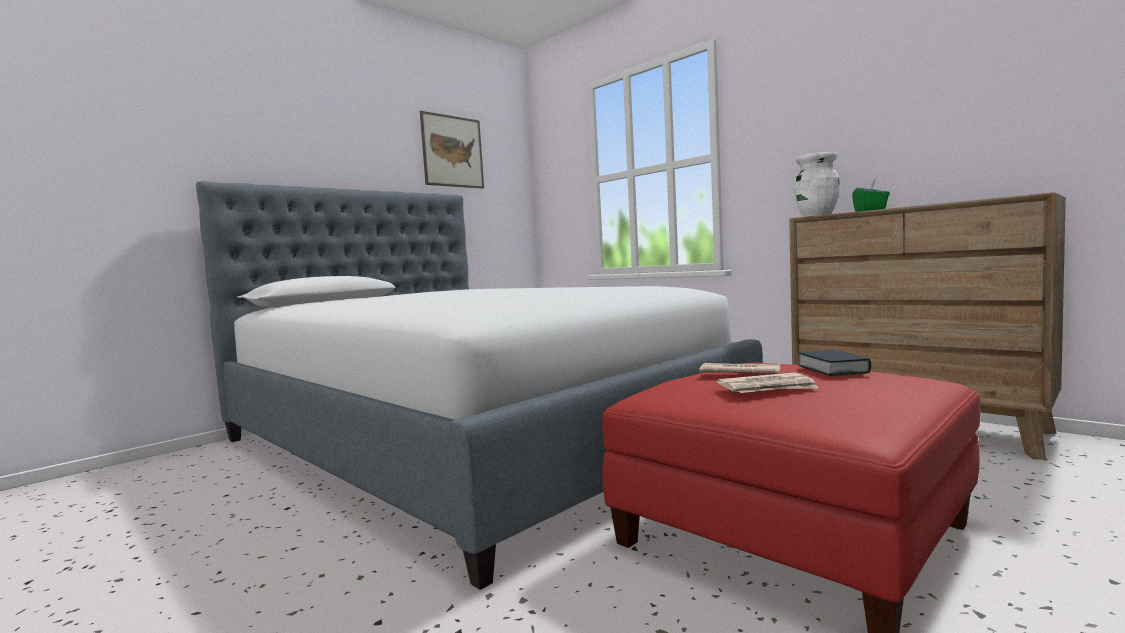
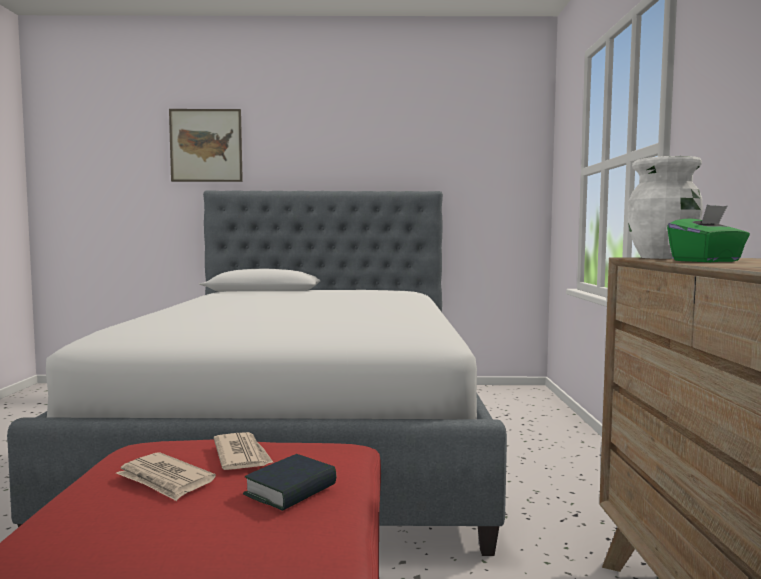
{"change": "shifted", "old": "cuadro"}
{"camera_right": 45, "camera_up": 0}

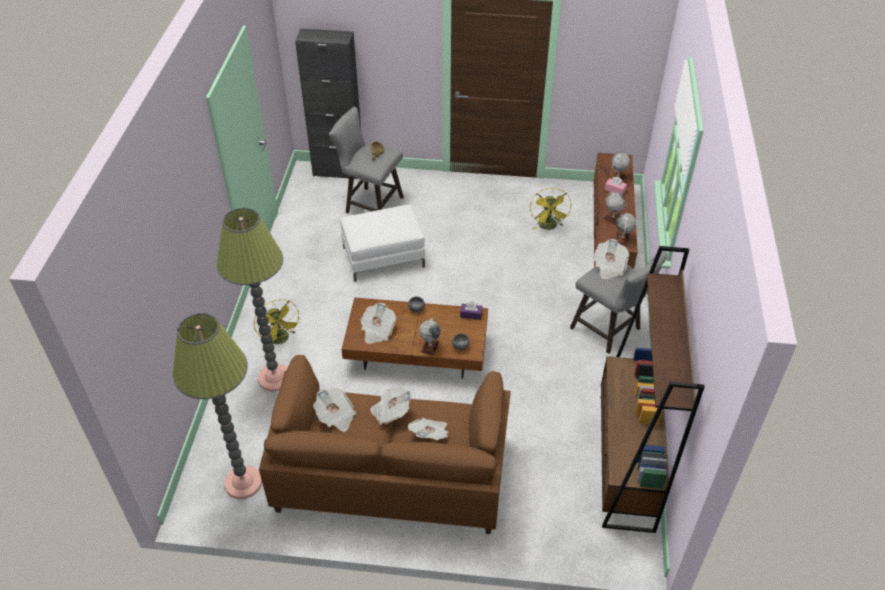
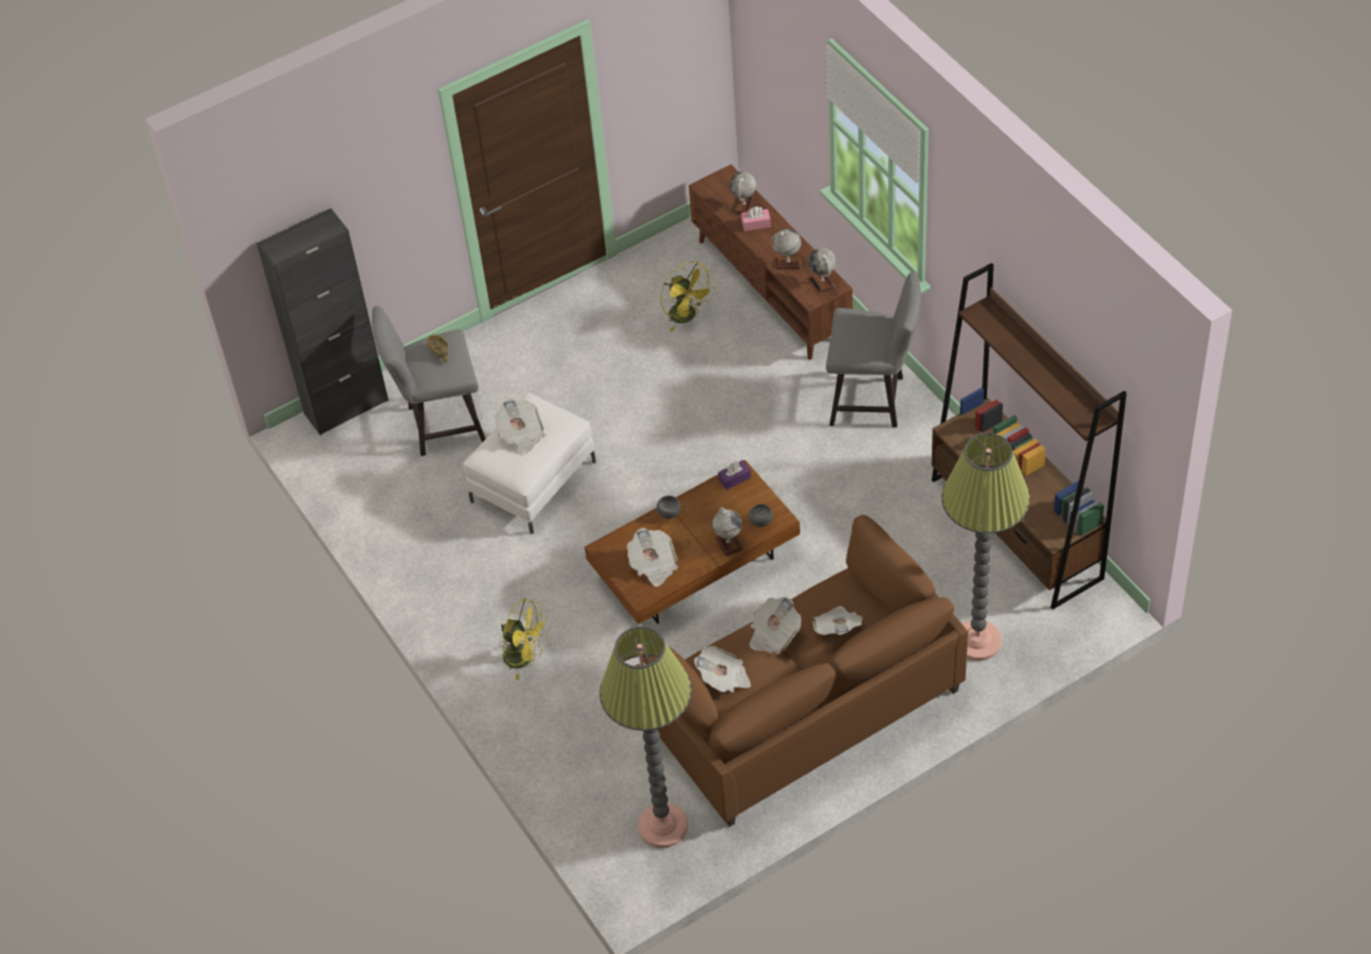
{"change": "shifted", "old": "lámpara de pie (no. 2 from left)"}
{"change": "shifted", "old": "periódico (no. 5 from left in the first image)", "new": "periódico (no. 1 from left)"}
{"camera_right": -35, "camera_up": 5}

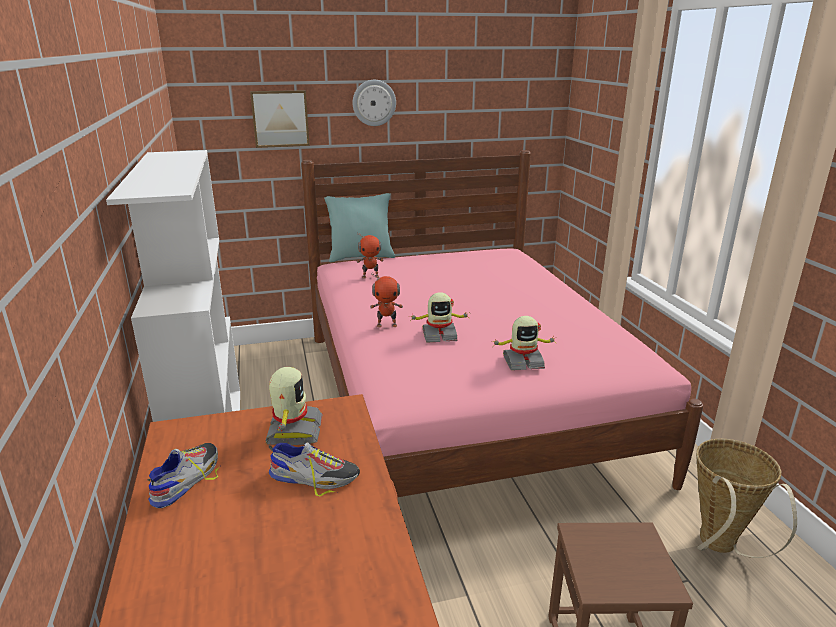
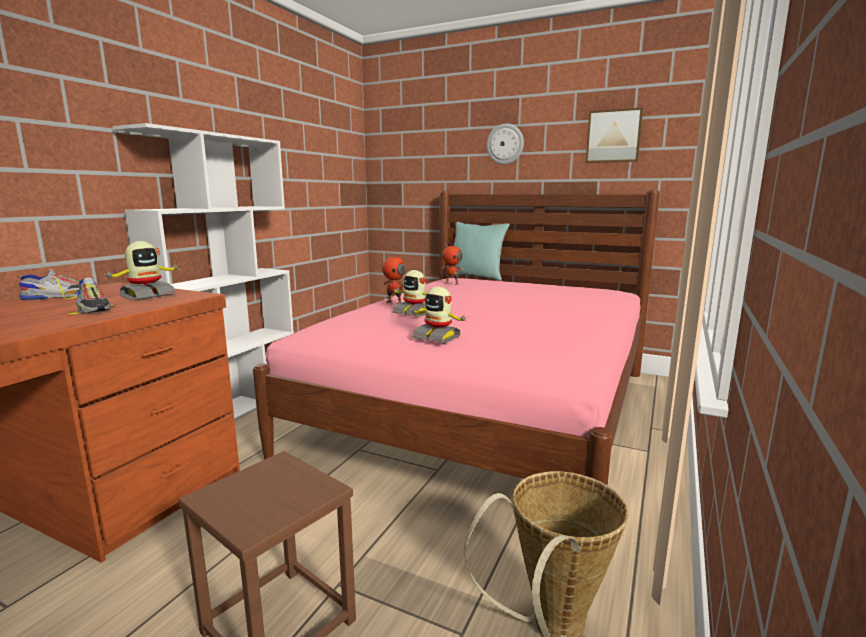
{"change": "shifted", "old": "cuadro"}
{"camera_right": 40, "camera_up": -10}

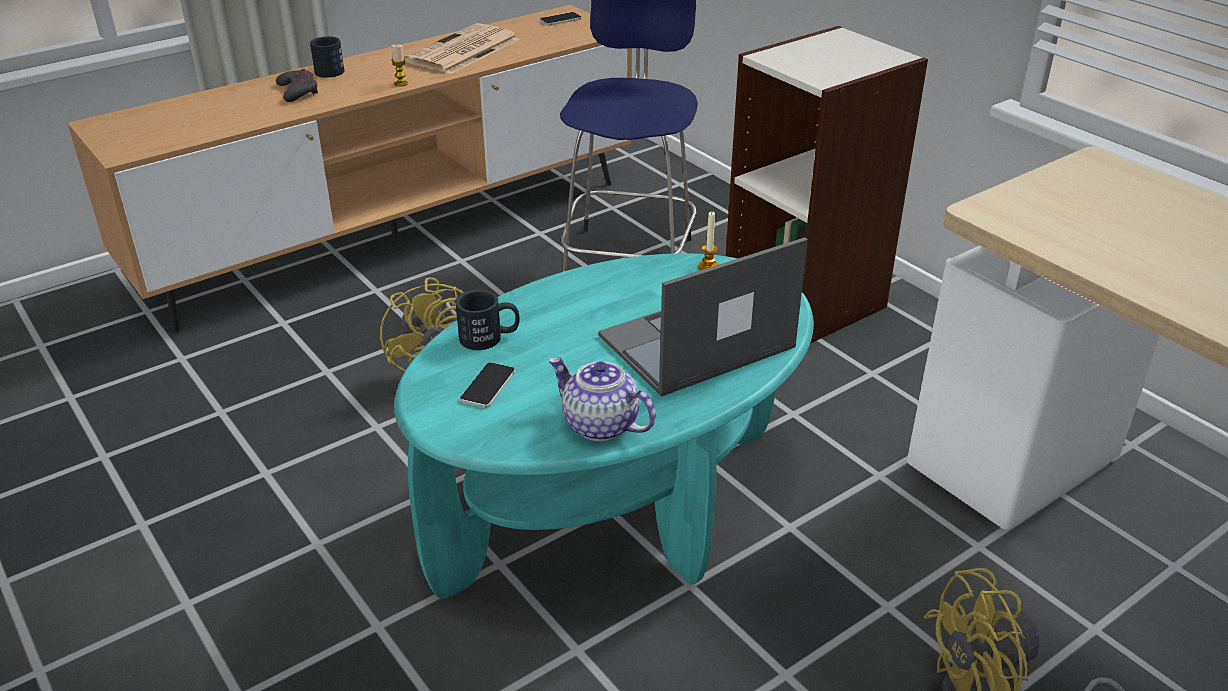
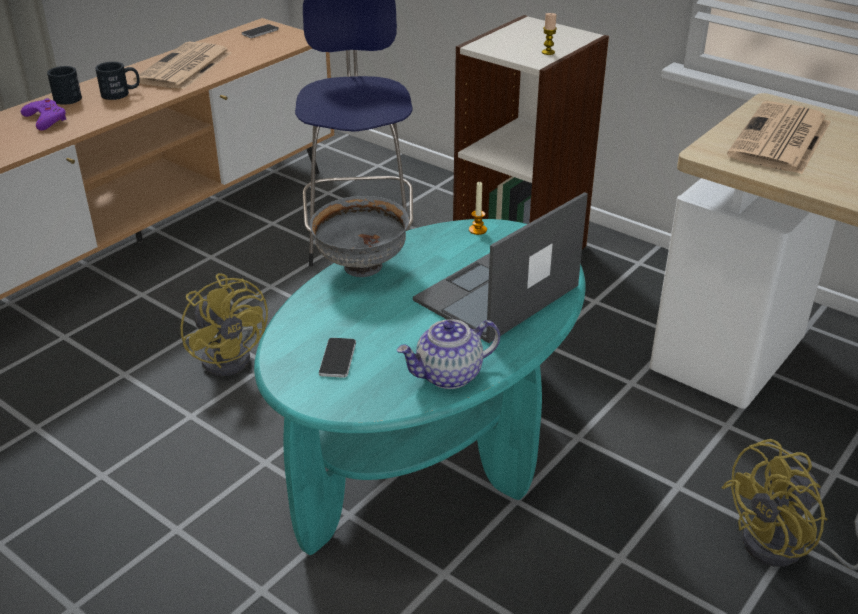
{"change": "repainted", "old": "mando de consola (gris)", "new": "mando de consola (morado)"}
{"change": "shifted", "old": "vela (no. 1 from left in the first image)", "new": "vela (no. 2 from left)"}
{"change": "shifted", "old": "taza grande (negro) (no. 2 from left)"}
{"change": "rotated", "old": "tetera", "degrees": -45}
{"change": "new", "new": "cuenco (gris)"}
{"change": "new", "new": "periódico (no. 2 from left)"}
{"camera_right": -15, "camera_up": 0}

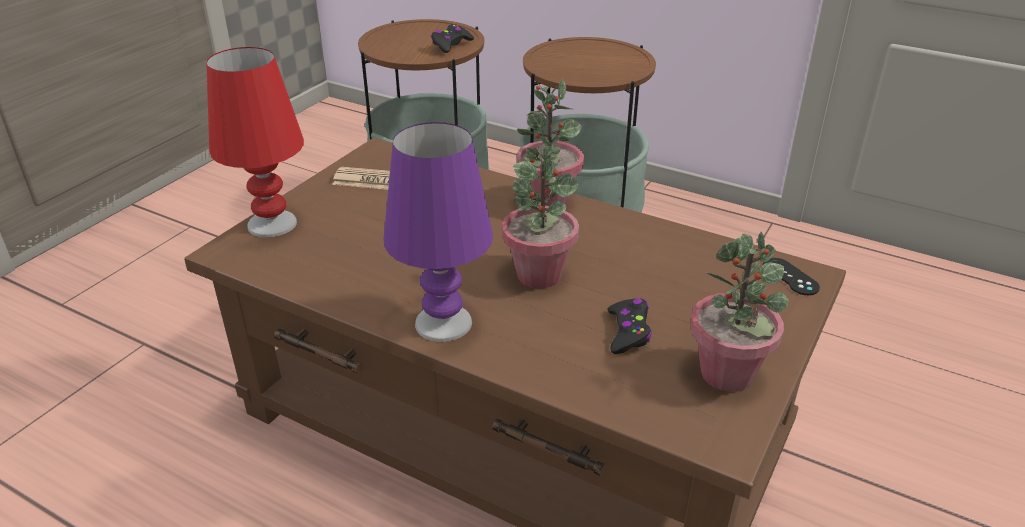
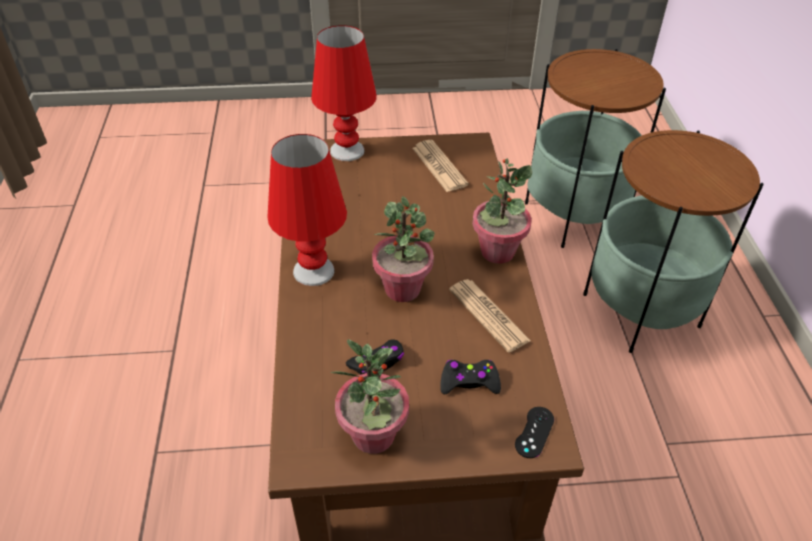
{"change": "repainted", "old": "lámpara de mesa (morado)", "new": "lámpara de mesa (rojo) (no. 1 from left)"}
{"change": "shifted", "old": "mando de consola (negro) (no. 1 from left in the first image)", "new": "mando de consola (negro) (no. 2 from left)"}
{"change": "new", "new": "periódico (no. 2 from left)"}
{"camera_right": 55, "camera_up": 10}

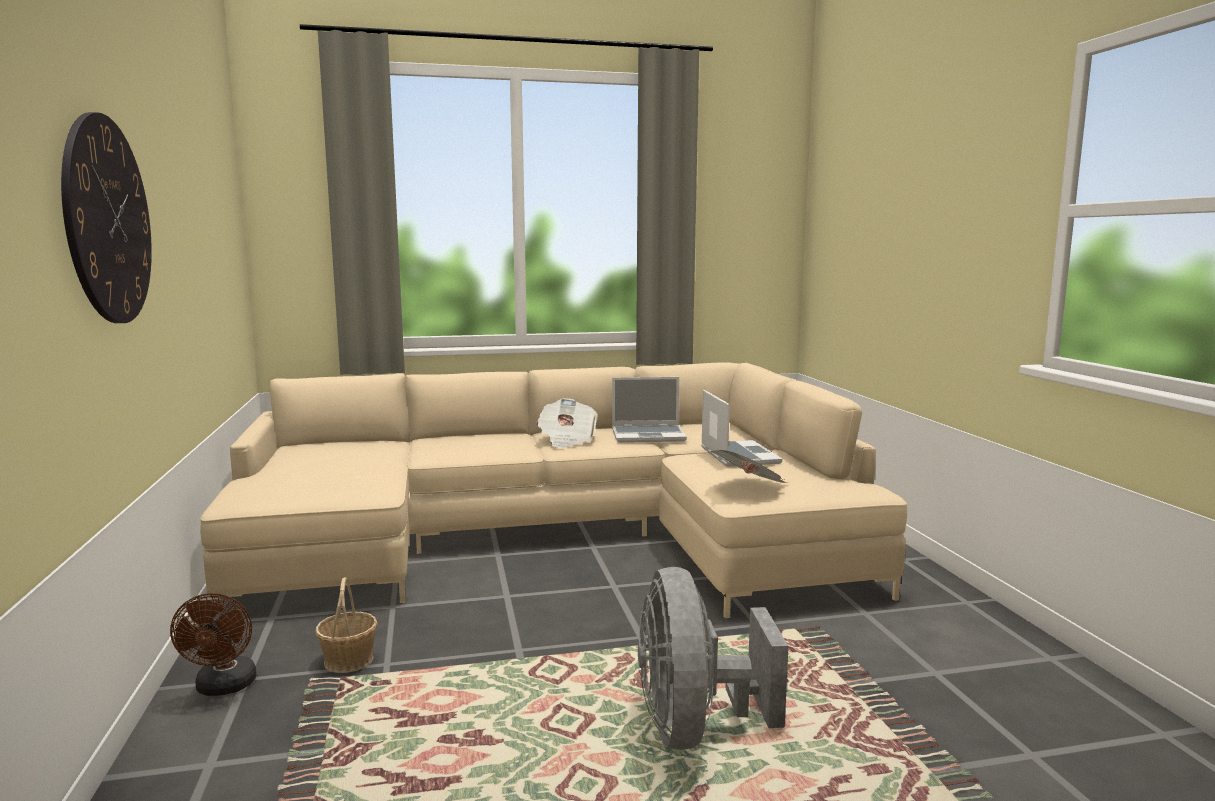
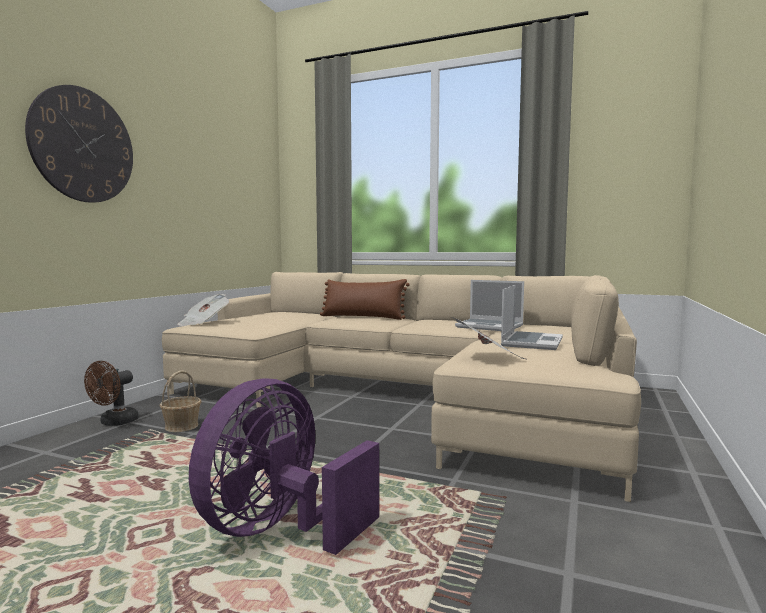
{"change": "shifted", "old": "periódico (no. 1 from left)"}
{"change": "repainted", "old": "ventilador (gris)", "new": "ventilador (morado)"}
{"change": "new", "new": "cojín (marrón)"}
{"camera_right": 35, "camera_up": -5}

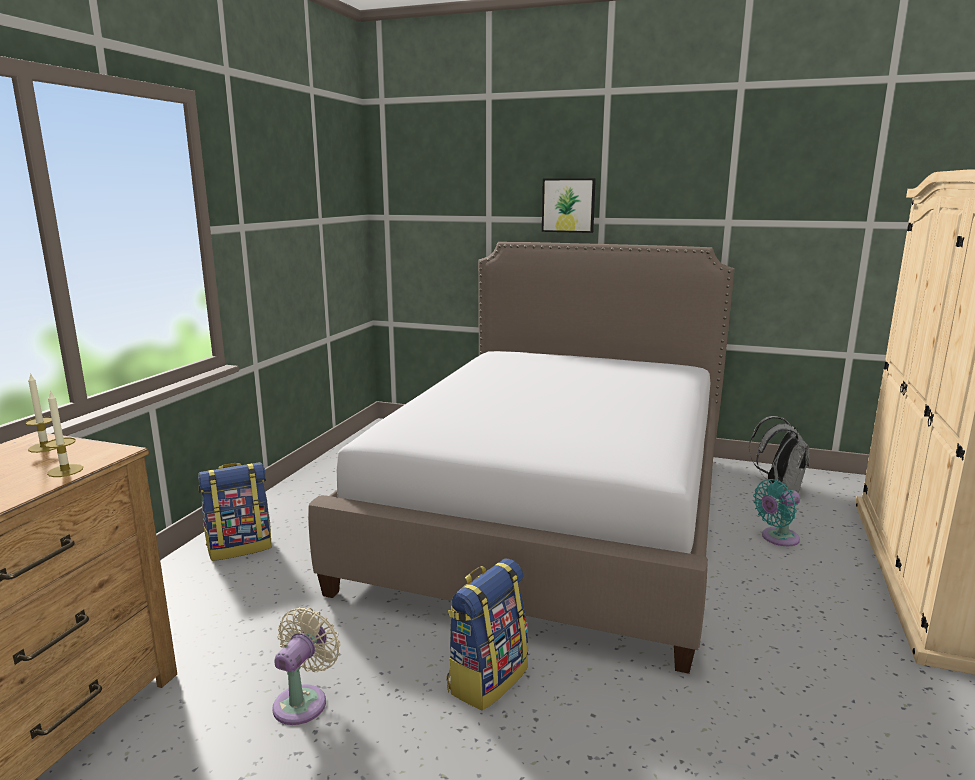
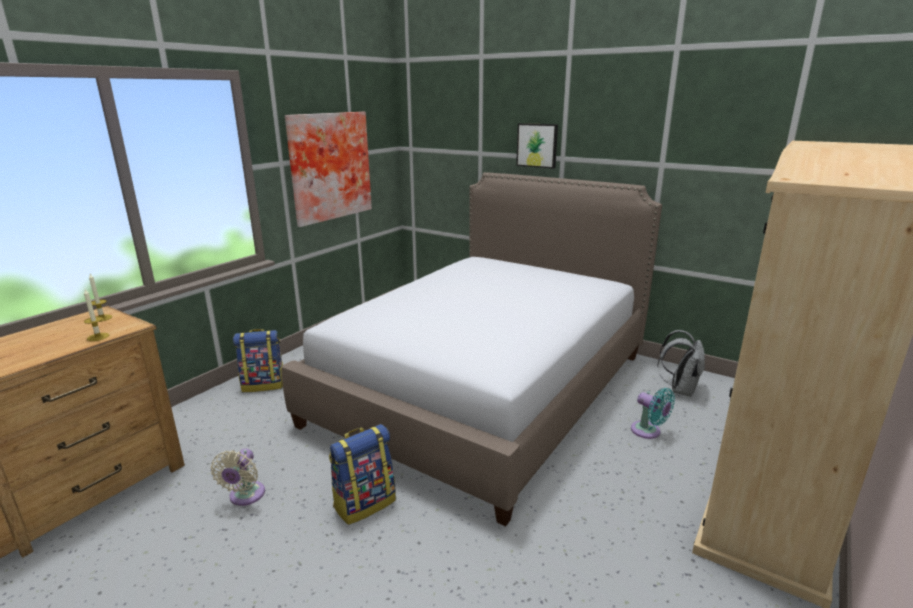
{"change": "rotated", "old": "ventilador (beis)", "degrees": 150}
{"change": "rotated", "old": "ventilador (turquesa)", "degrees": -120}
{"change": "new", "new": "cuadro (no. 1 from left)"}
{"camera_right": 15, "camera_up": 5}

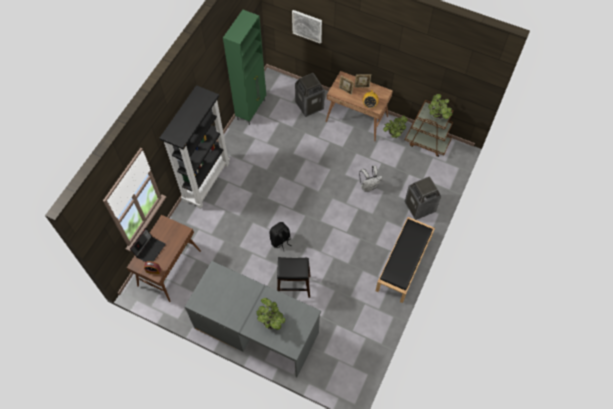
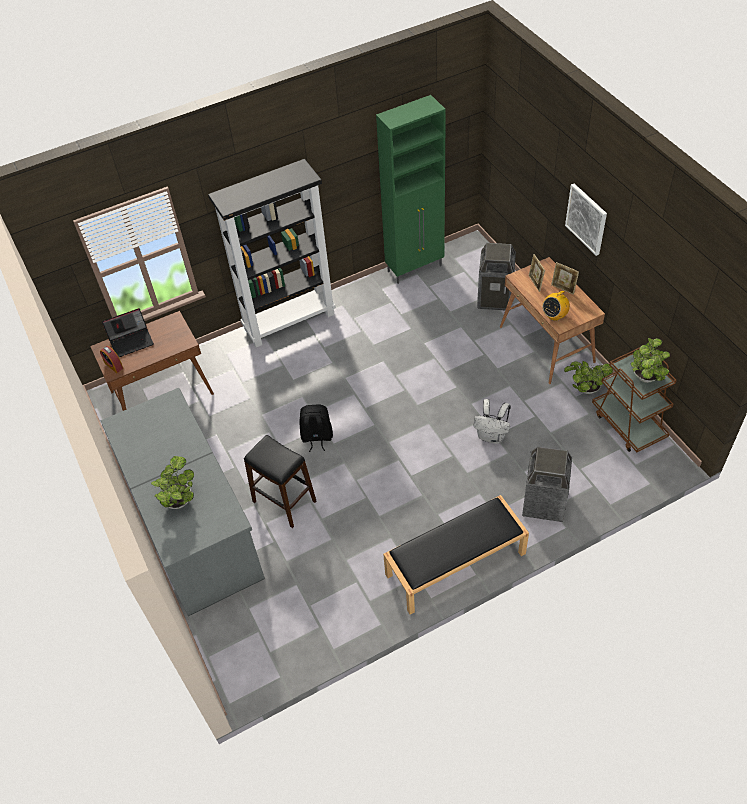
{"change": "shifted", "old": "cuadro"}
{"camera_right": 40, "camera_up": -10}

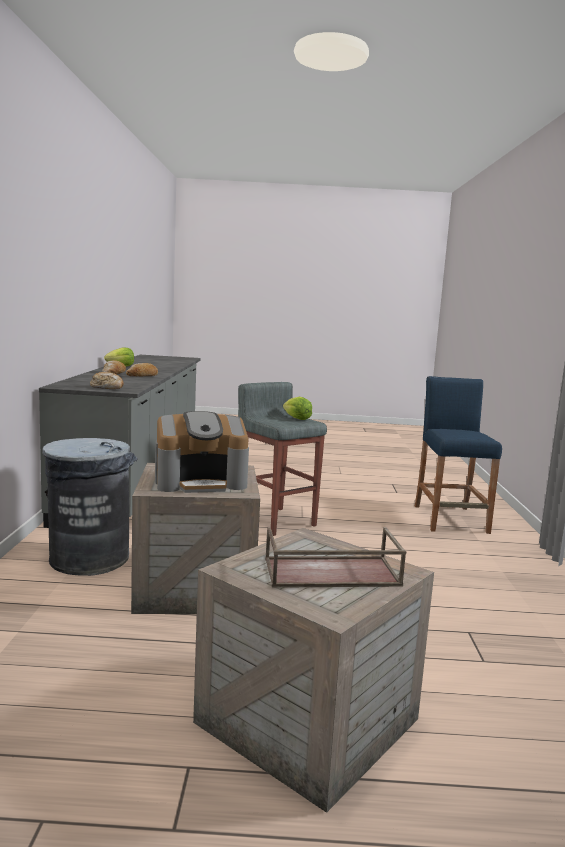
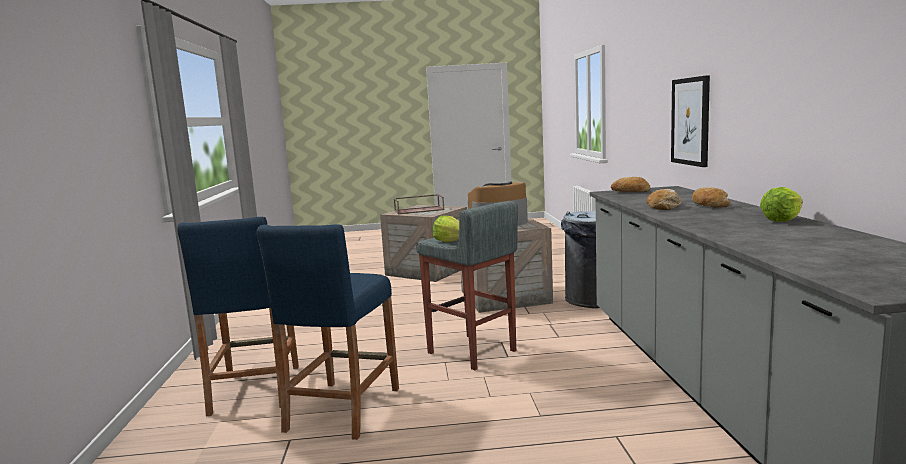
{"change": "new", "new": "taburete (azul) (no. 2 from left)"}
{"change": "new", "new": "cuadro"}
{"camera_right": 175, "camera_up": 0}

